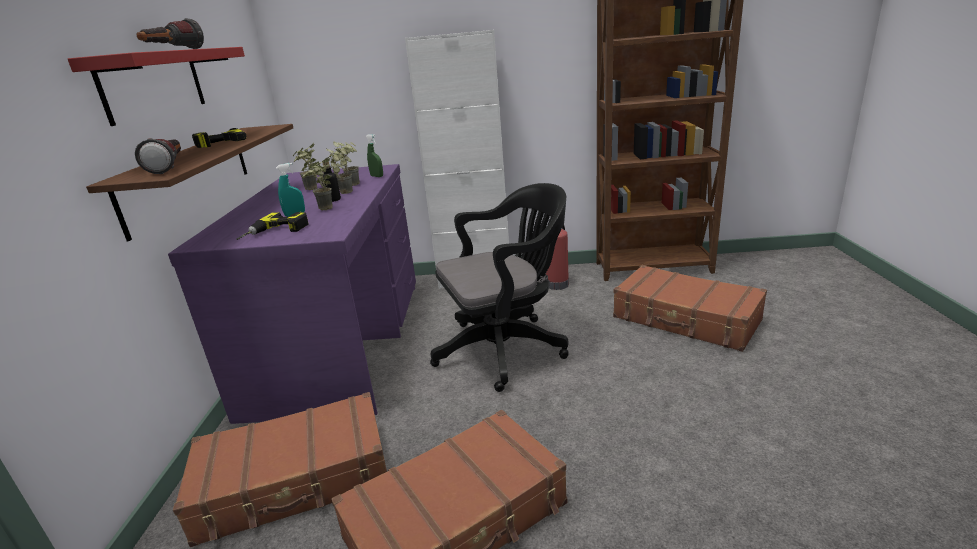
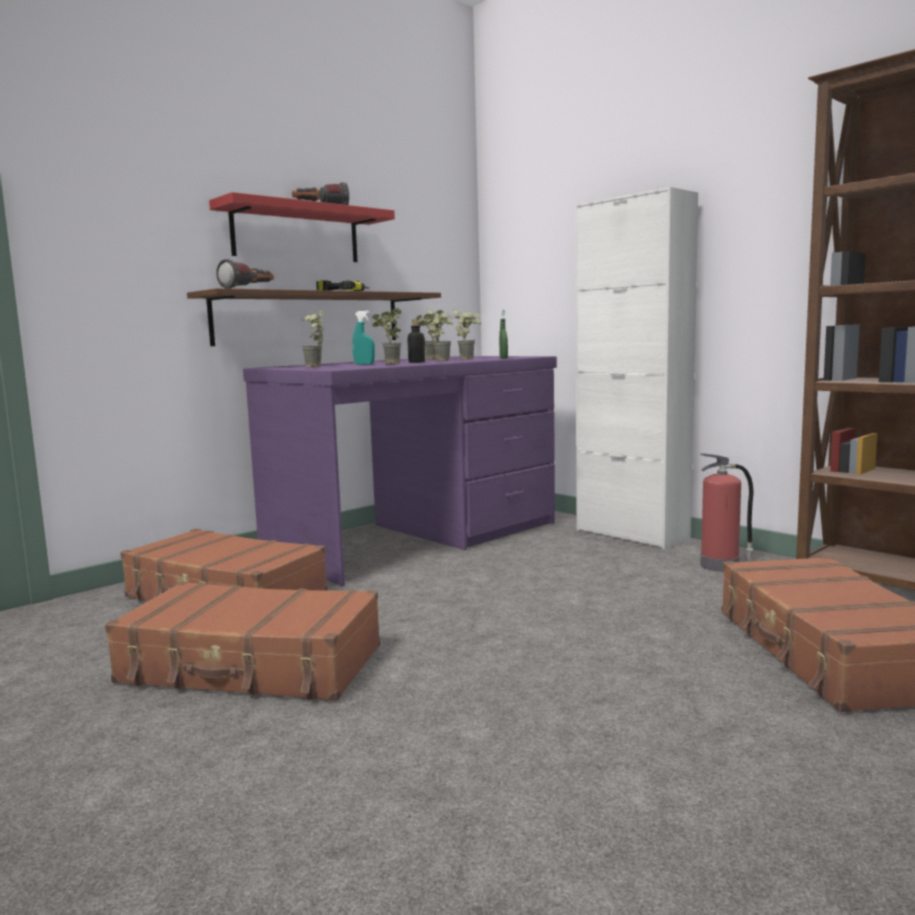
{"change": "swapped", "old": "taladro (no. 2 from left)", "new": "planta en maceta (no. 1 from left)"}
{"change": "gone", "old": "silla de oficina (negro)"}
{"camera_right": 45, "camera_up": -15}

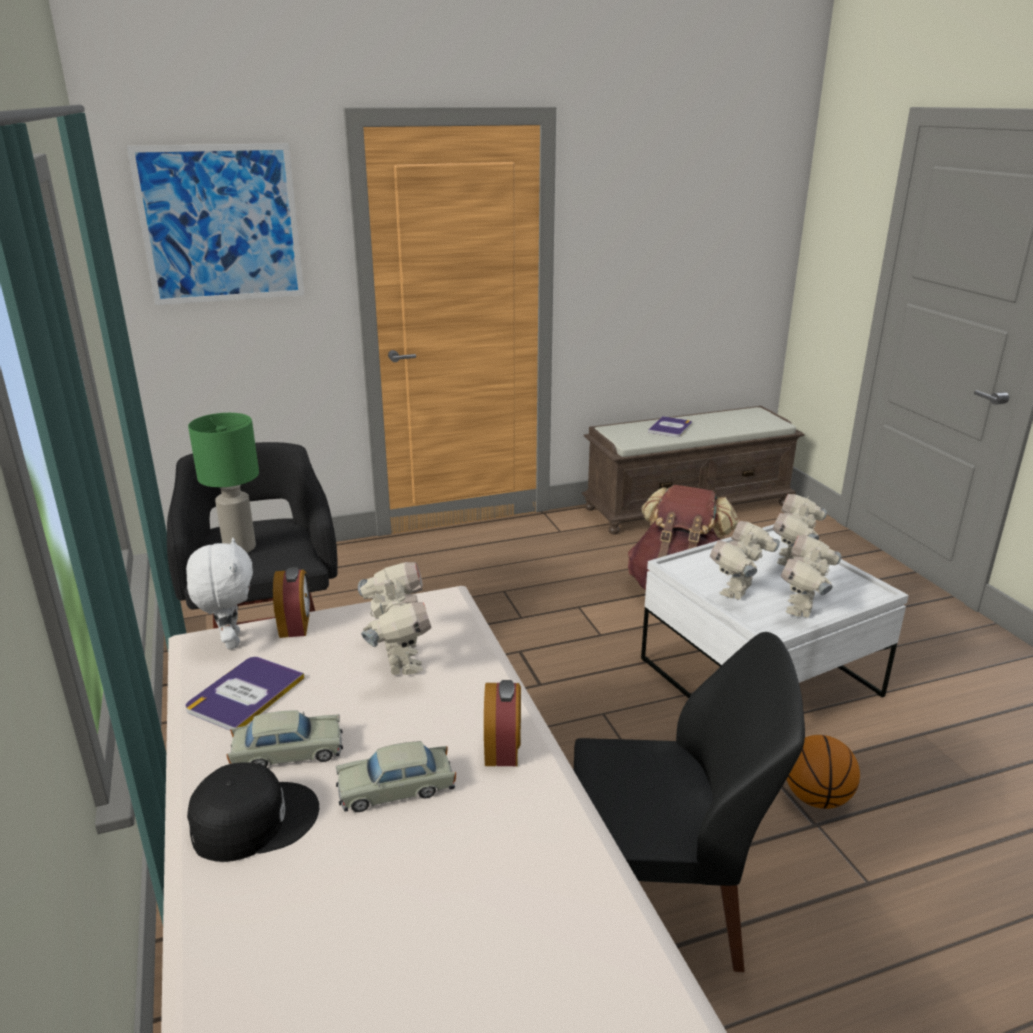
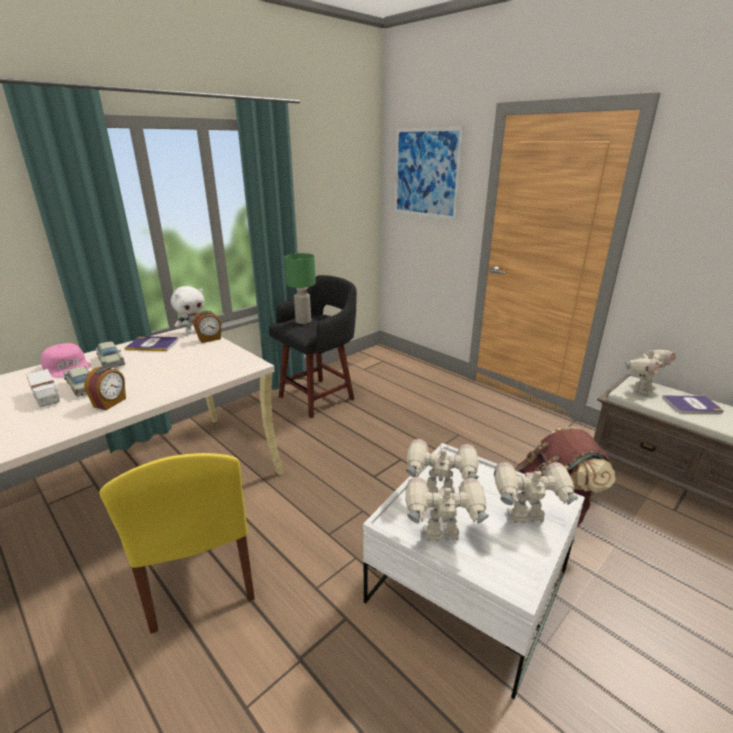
{"change": "repainted", "old": "gorra (negro)", "new": "gorra (rosa)"}
{"change": "shifted", "old": "robot de juguete (no. 1 from left in the first image)", "new": "robot de juguete (no. 4 from left)"}
{"change": "rotated", "old": "despertador (no. 2 from left in the first image)", "degrees": -45}
{"change": "repainted", "old": "silla (negro)", "new": "silla (amarillo)"}
{"change": "gone", "old": "balón de baloncesto"}
{"change": "new", "new": "camión de juguete"}
{"camera_right": 65, "camera_up": 0}

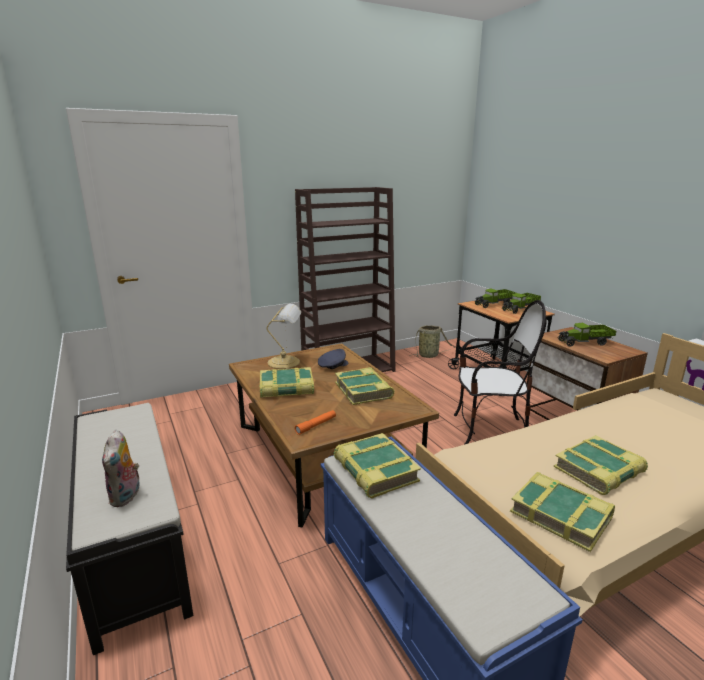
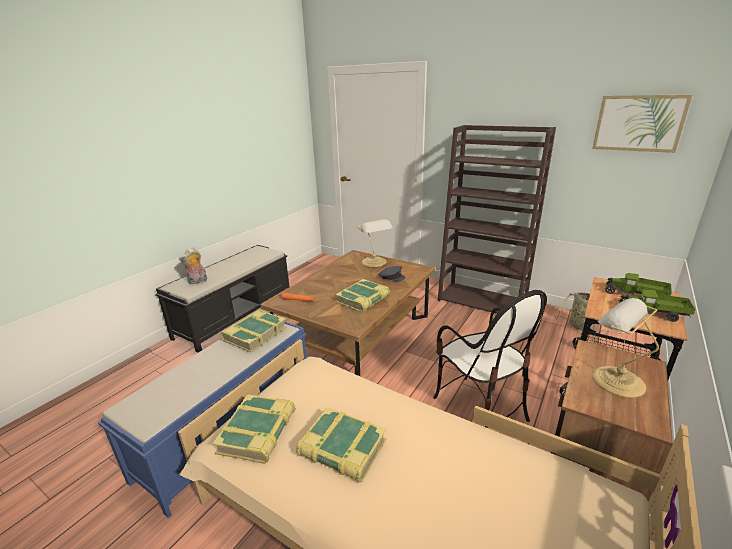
{"change": "gone", "old": "libro (no. 1 from left)"}
{"change": "swapped", "old": "camión de juguete (no. 3 from left)", "new": "lámpara de mesa (no. 2 from left)"}
{"change": "new", "new": "cuadro"}
{"camera_right": 60, "camera_up": 5}

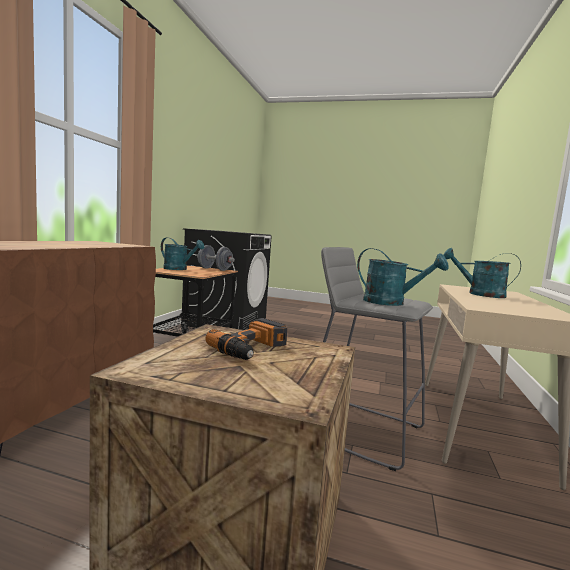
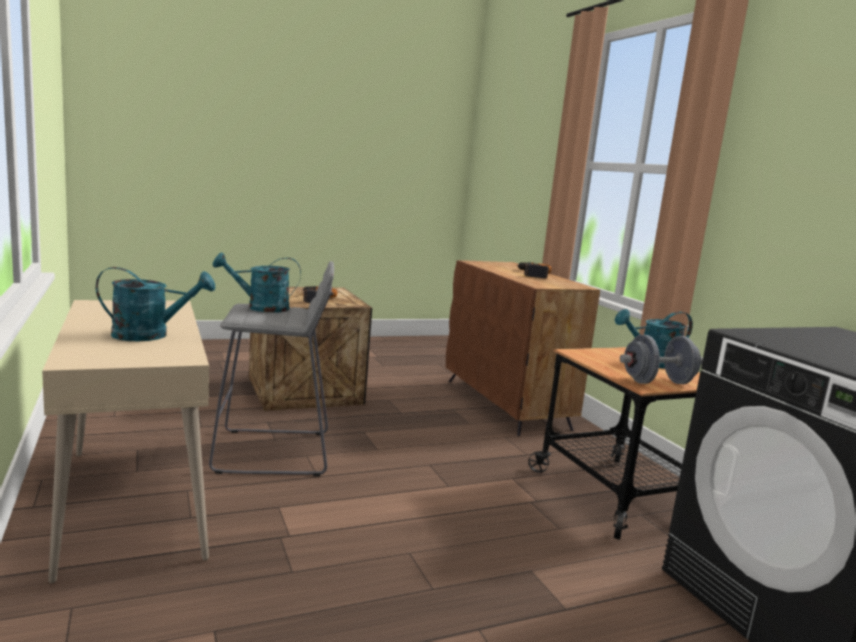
{"change": "new", "new": "taladro (no. 2 from left)"}
{"camera_right": 140, "camera_up": 5}

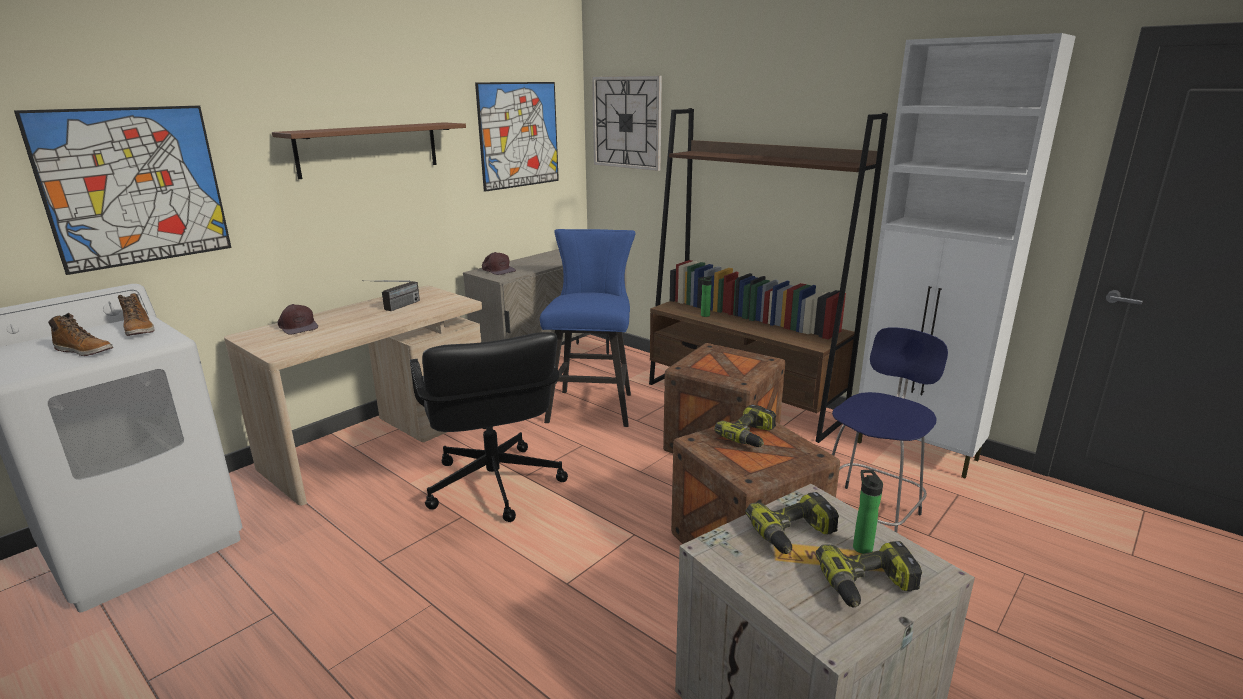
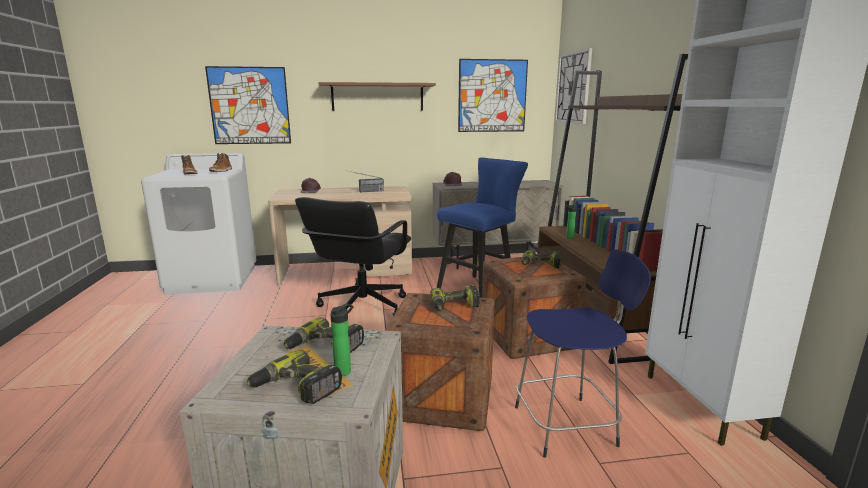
{"change": "new", "new": "taladro (no. 4 from left)"}
{"camera_right": 40, "camera_up": -5}

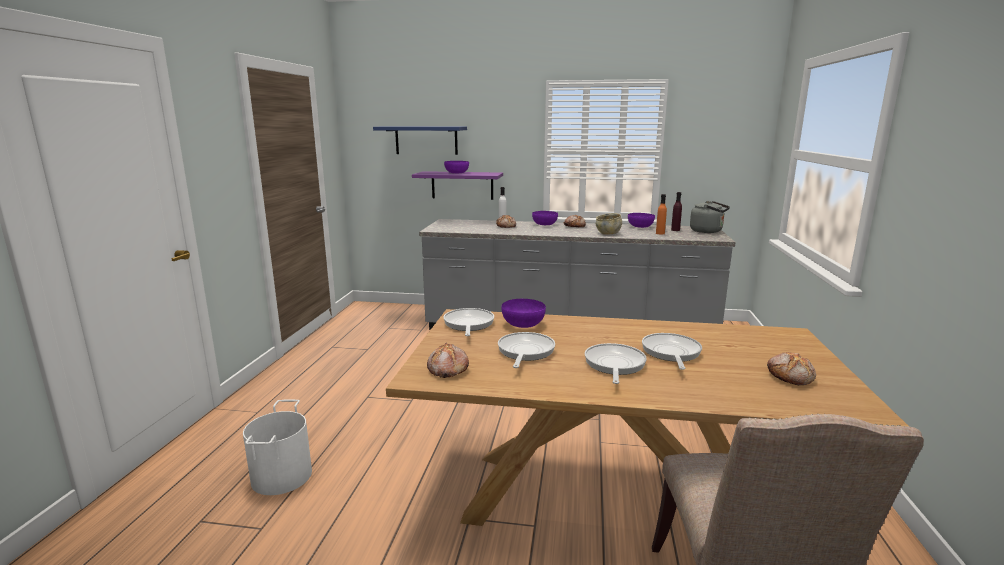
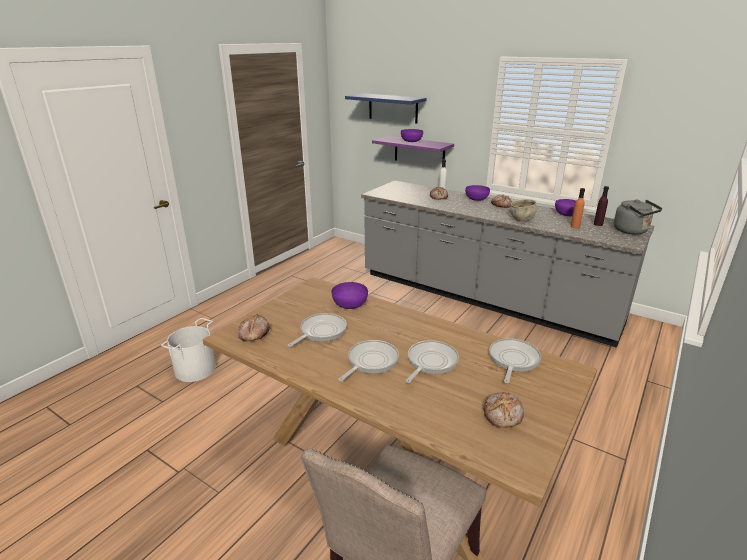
{"change": "shifted", "old": "sartén (no. 1 from left in the first image)", "new": "sartén (no. 4 from left)"}
{"camera_right": 25, "camera_up": 10}

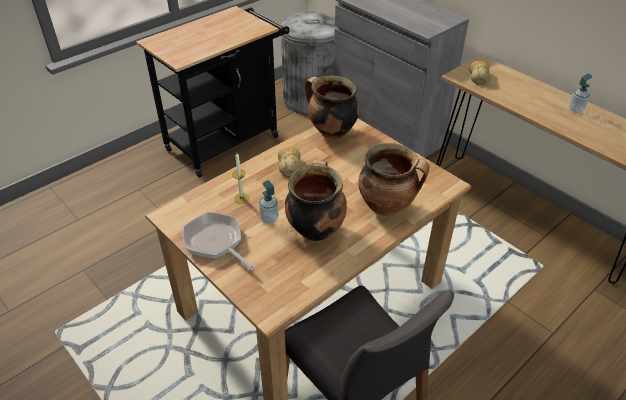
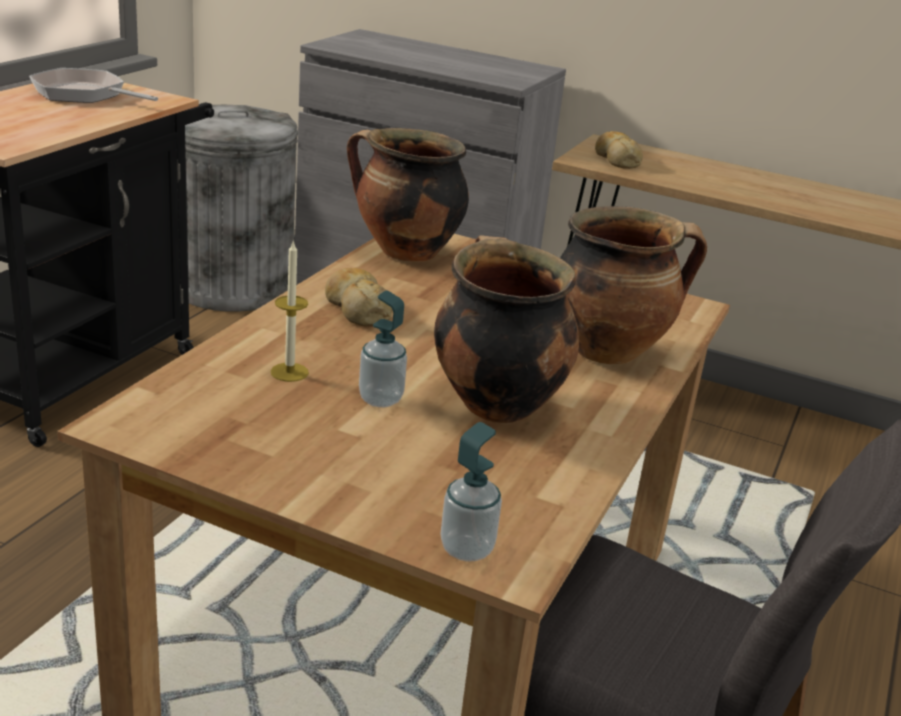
{"change": "shifted", "old": "sartén"}
{"change": "shifted", "old": "dispensador de jabón (no. 2 from left)"}
{"camera_right": -25, "camera_up": -15}

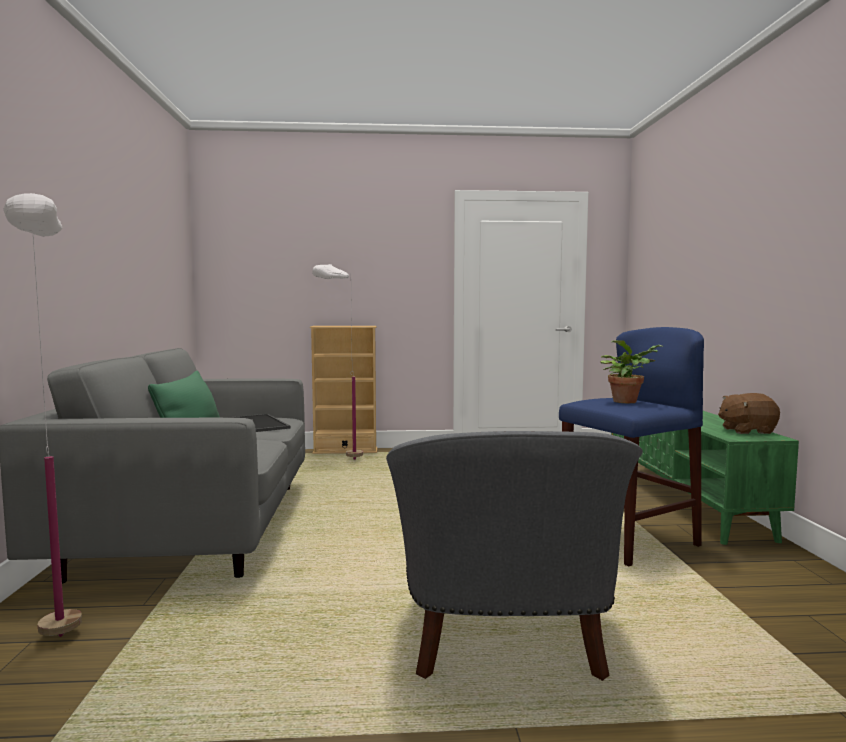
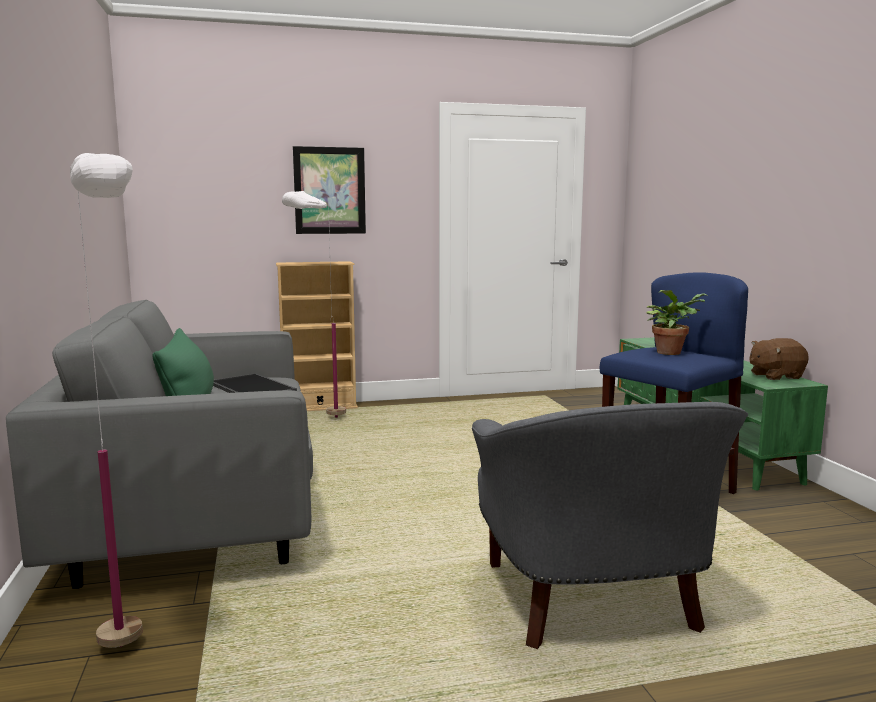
{"change": "new", "new": "cuadro"}
{"camera_right": -10, "camera_up": 5}

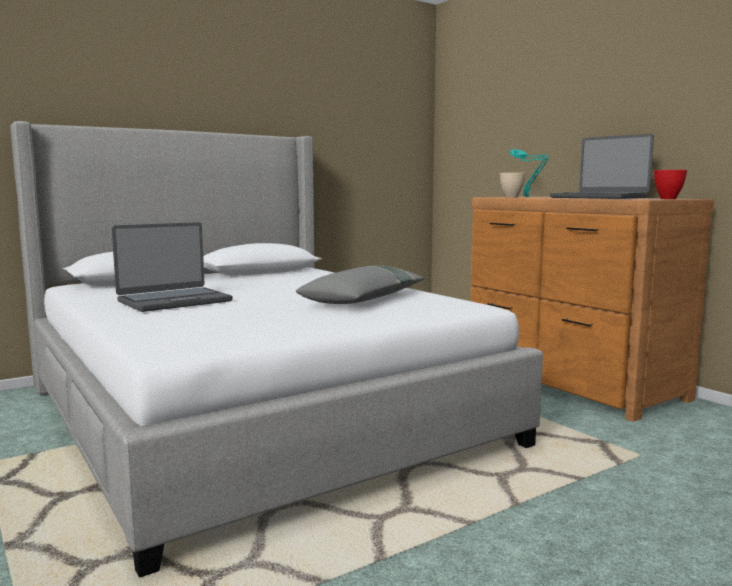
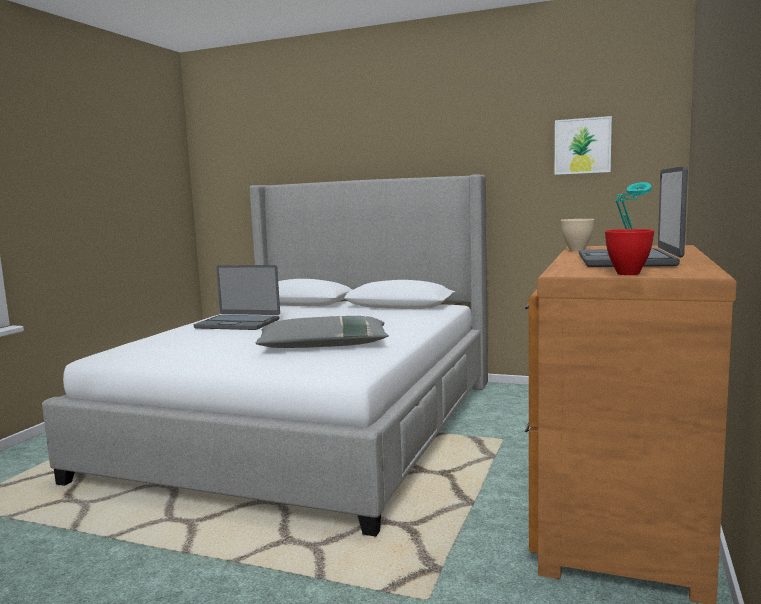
{"change": "new", "new": "cuadro"}
{"camera_right": 55, "camera_up": 0}

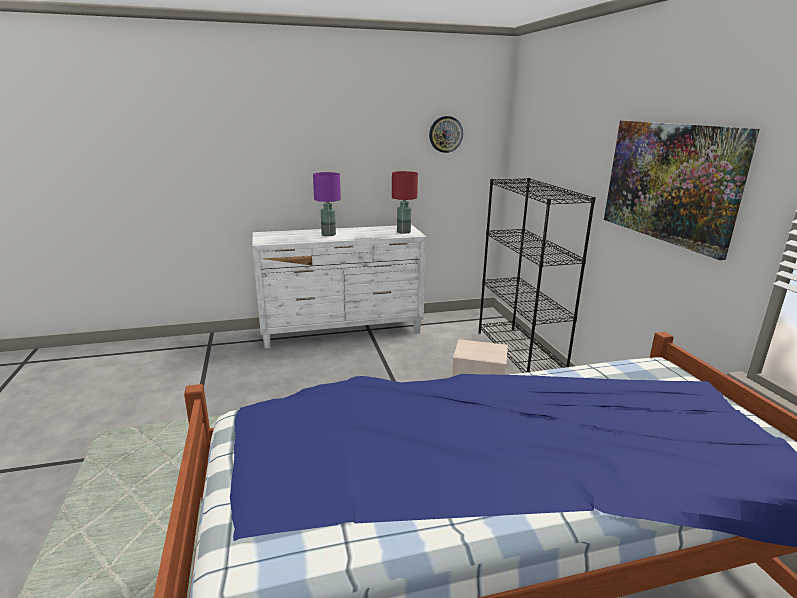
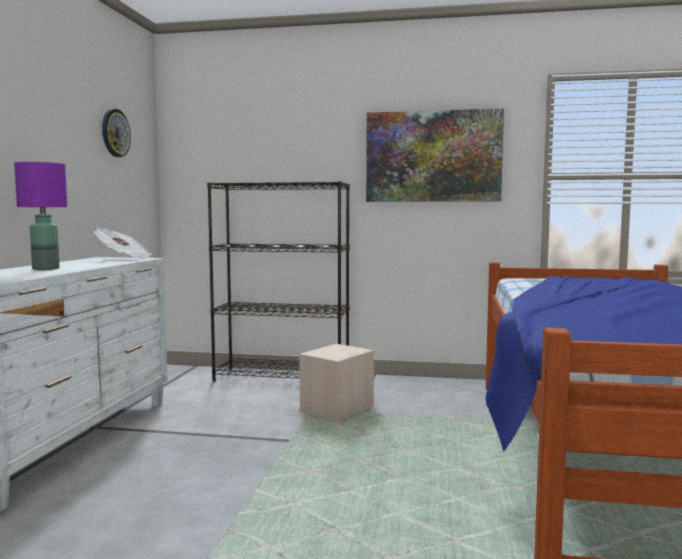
{"change": "swapped", "old": "lámpara de mesa (rojo)", "new": "periódico"}
{"camera_right": -65, "camera_up": -15}

